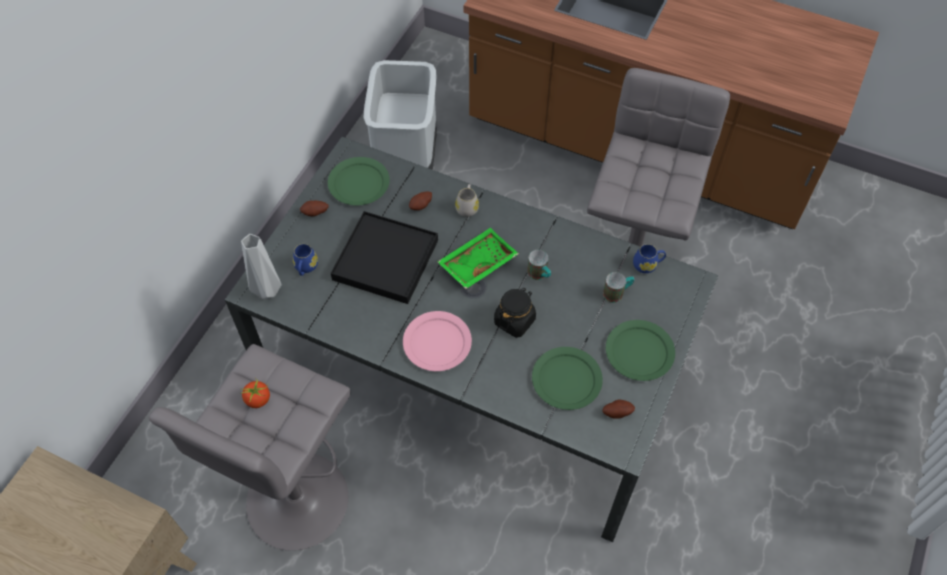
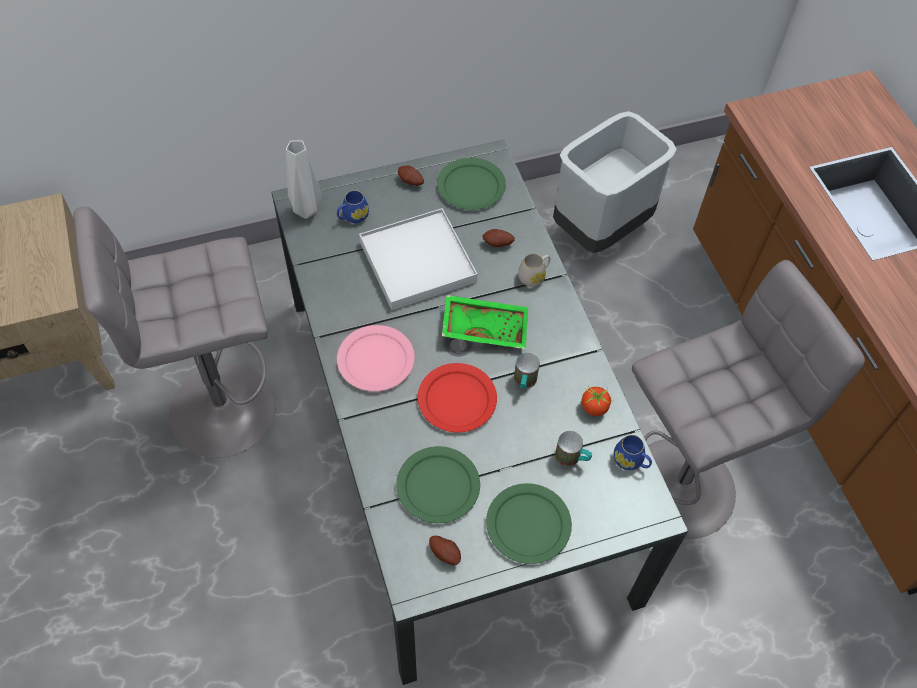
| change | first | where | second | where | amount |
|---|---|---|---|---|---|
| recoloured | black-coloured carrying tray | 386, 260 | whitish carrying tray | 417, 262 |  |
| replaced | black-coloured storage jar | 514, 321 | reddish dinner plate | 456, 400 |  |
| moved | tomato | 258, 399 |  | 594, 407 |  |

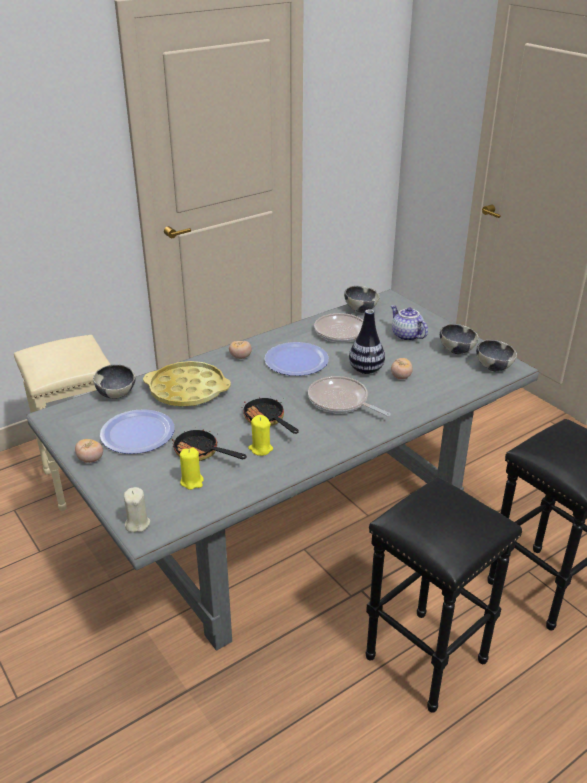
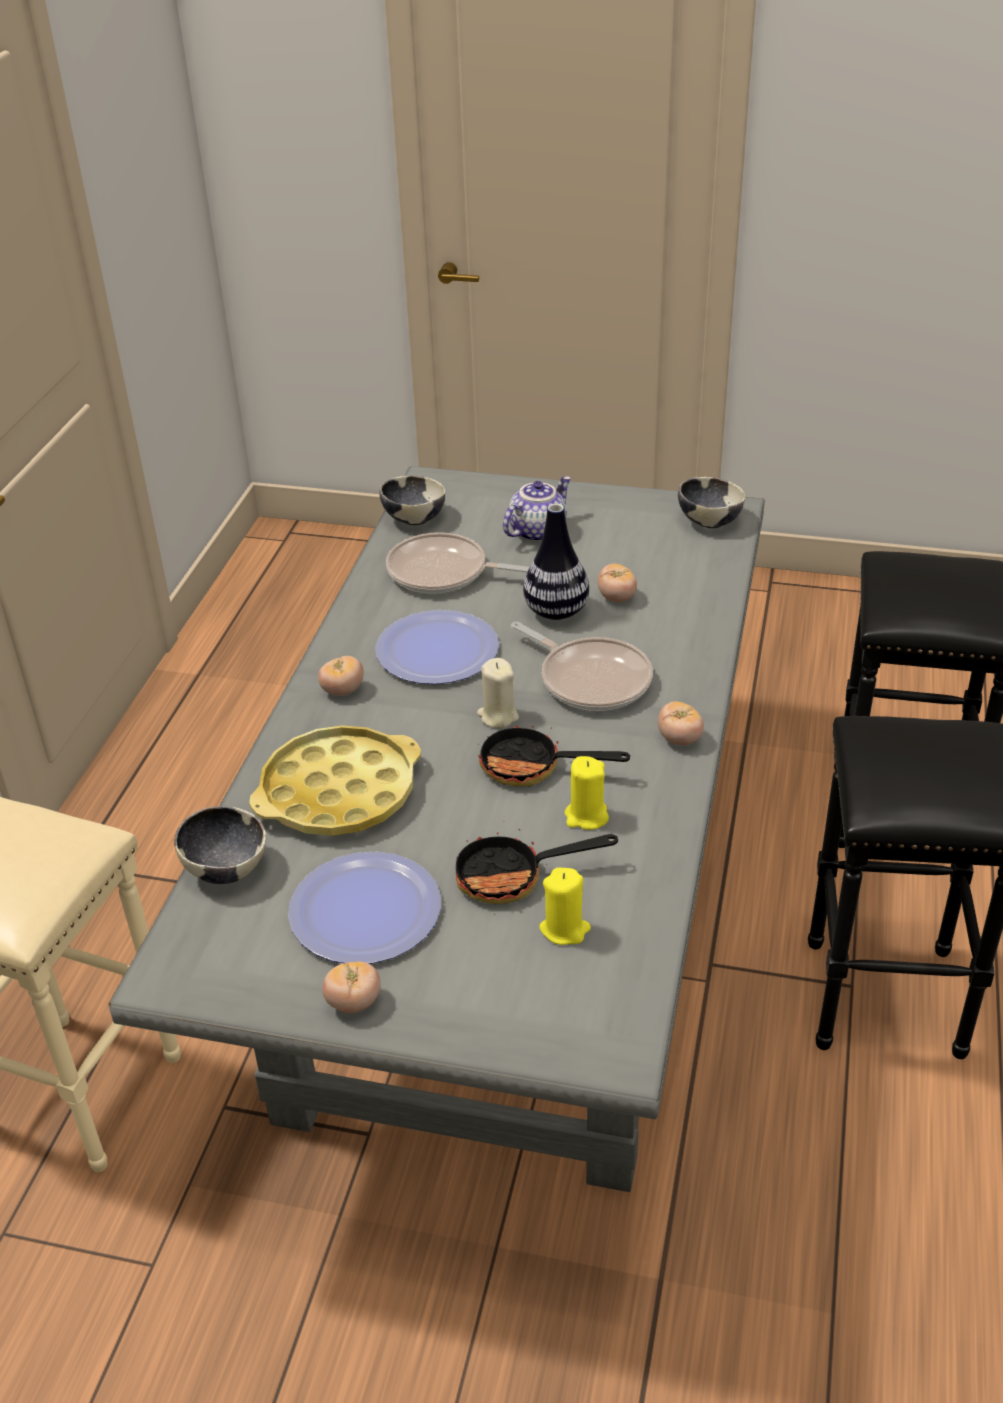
| change | first | where | second | where | amount |
|---|---|---|---|---|---|
| moved | beige candle | 137, 524 |  | 498, 716 |  |
| turned | pot for tea | 406, 336 |  | 537, 531 | 120 degrees clockwise |
| turned | skillet | 341, 401 |  | 590, 679 | 135 degrees counterclockwise |
| added |  |  | tomato | 679, 739 |  |
| removed | bowl | 456, 350 |  |  |  |

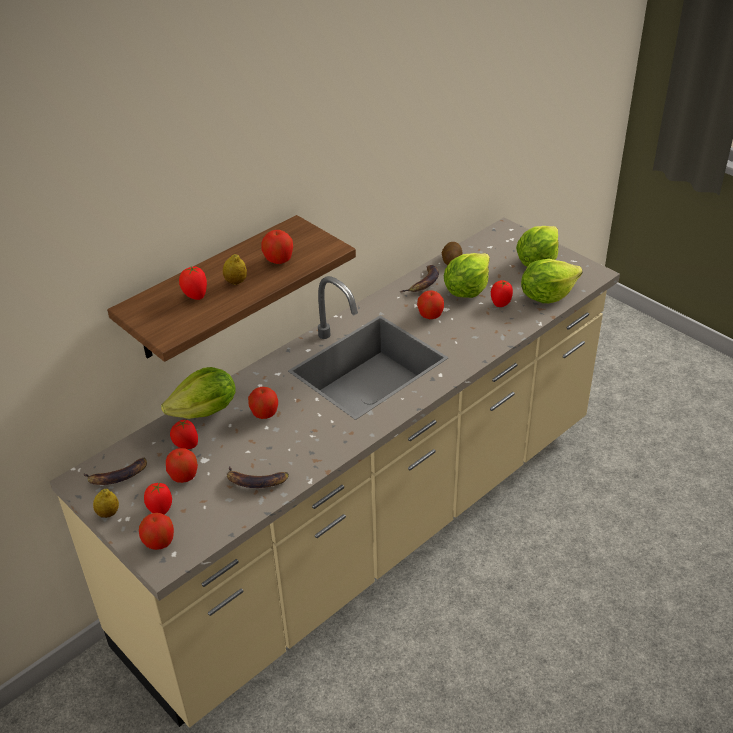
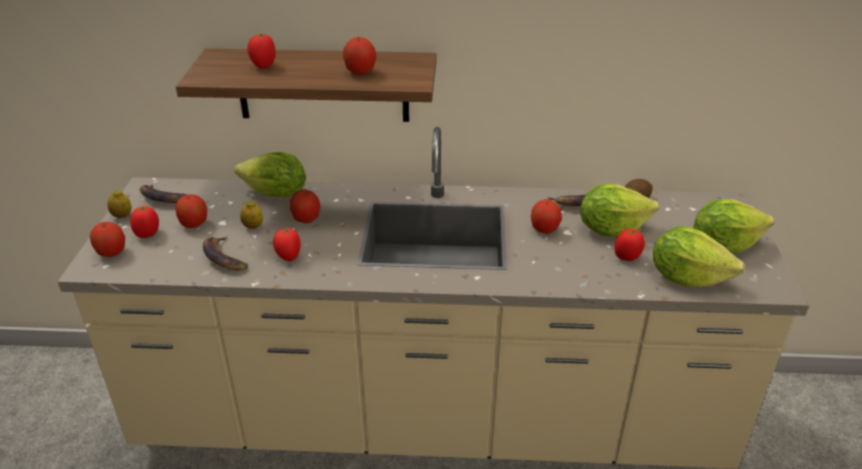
| change | first | where | second | where | amount |
|---|---|---|---|---|---|
| moved | whole lemon | 236, 282 |  | 253, 226 |  |
| moved | tomato | 186, 446 |  | 288, 257 |  |

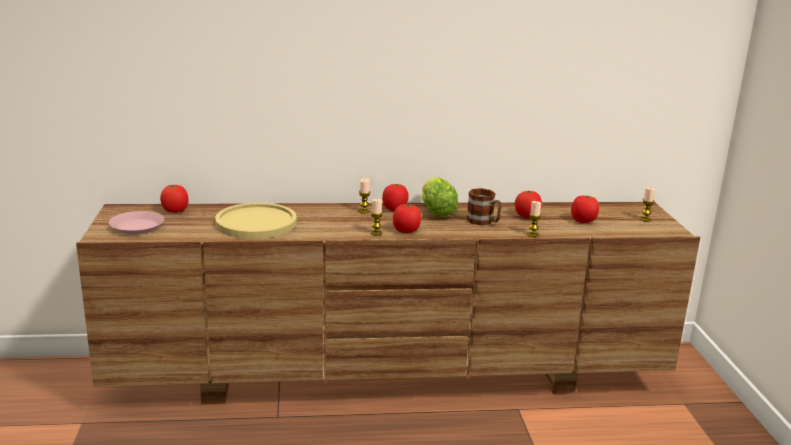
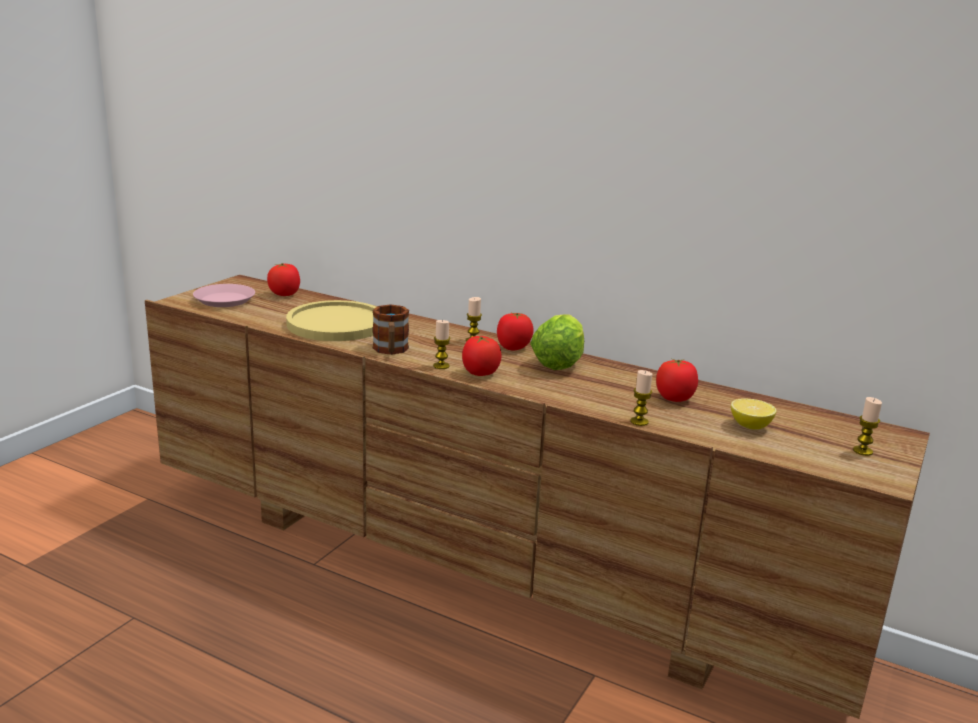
| change | first | where | second | where | amount |
|---|---|---|---|---|---|
| moved | tea mug | 484, 222 |  | 390, 351 |  |
| replaced | tomato | 583, 221 | whole lemon | 750, 426 |  |

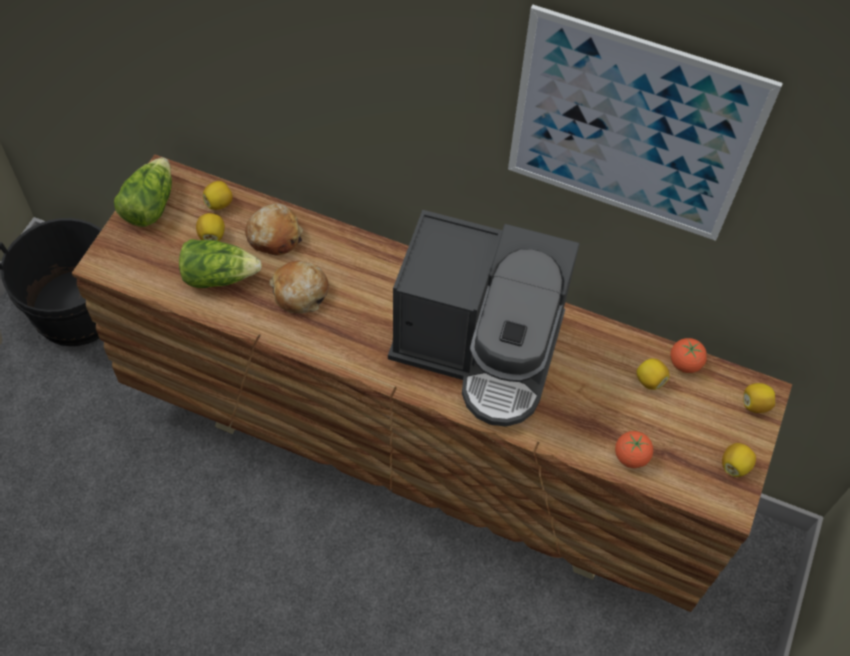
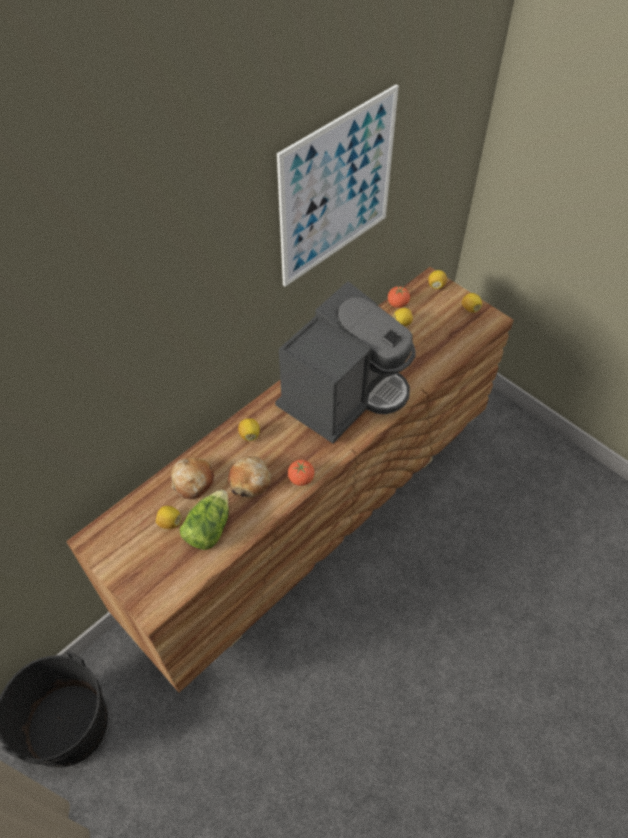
| change | first | where | second | where | amount |
|---|---|---|---|---|---|
| moved | whole lemon | 219, 203 |  | 249, 435 |  |
| moved | tomato | 631, 456 |  | 301, 479 |  |
| removed | head of lettuce | 149, 204 |  |  |  |

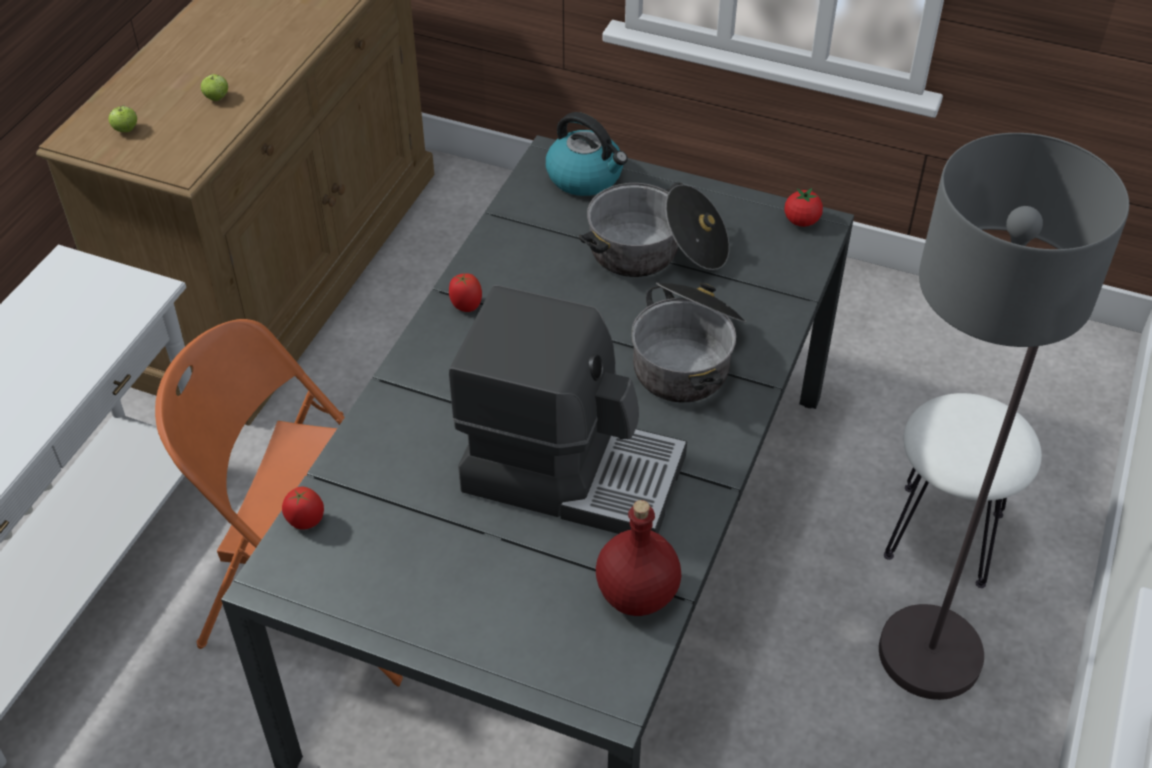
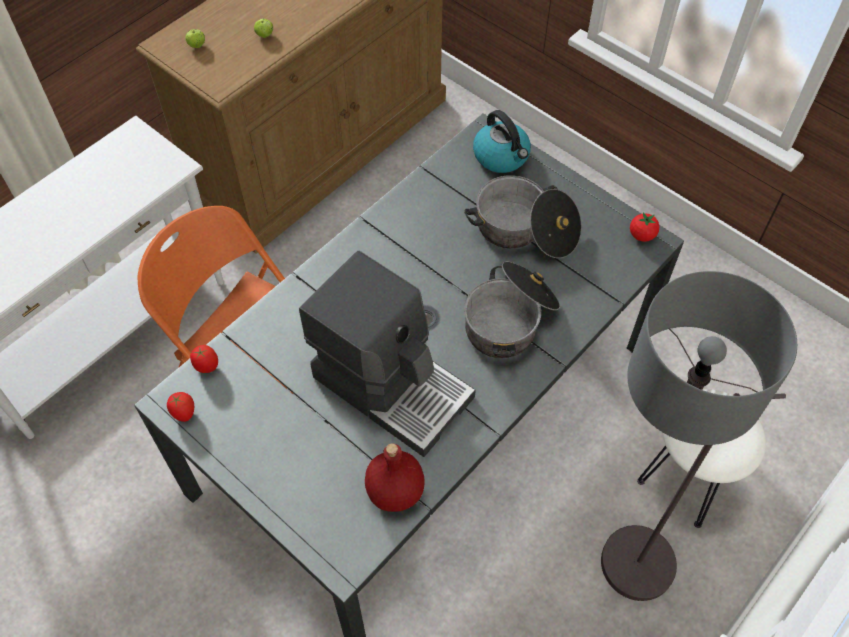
| change | first | where | second | where | amount |
|---|---|---|---|---|---|
| moved | tomato | 466, 306 |  | 184, 413 |  |

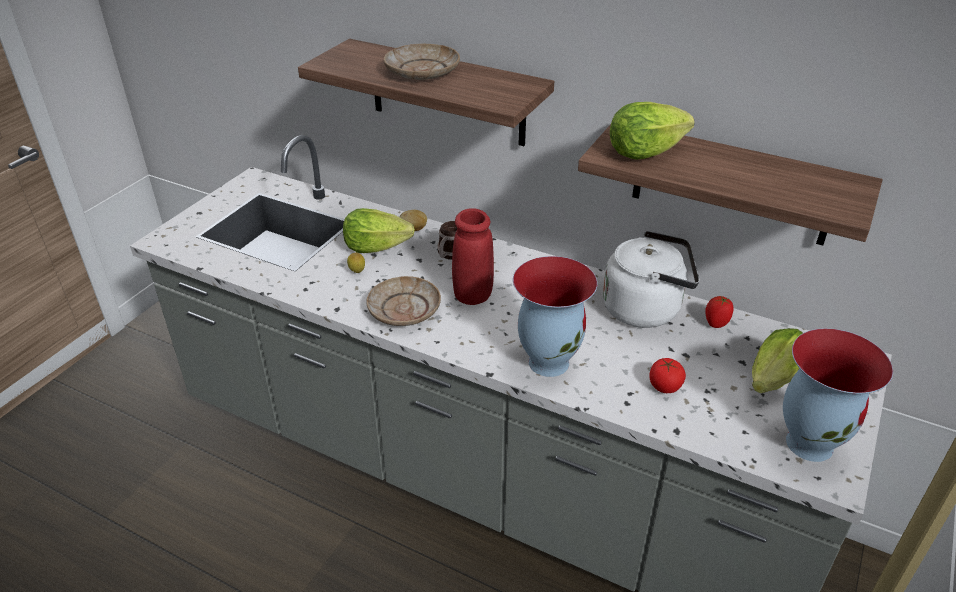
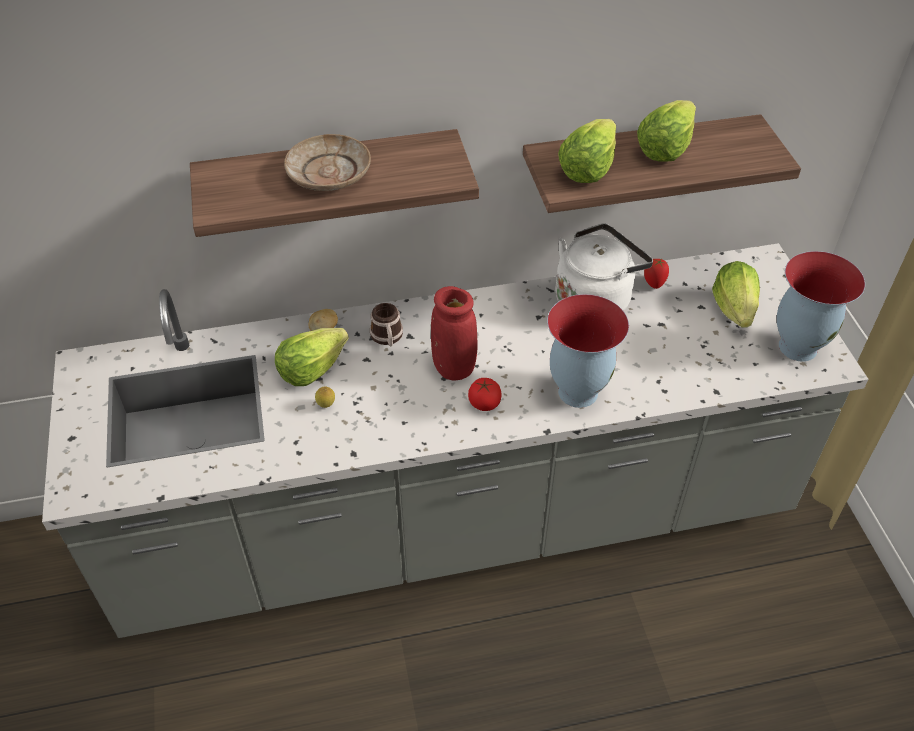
| change | first | where | second | where | amount |
|---|---|---|---|---|---|
| moved | tomato | 664, 386 |  | 484, 403 |  |
| added |  |  | head of lettuce | 664, 149 |  |
| removed | beige dinner plate | 404, 310 |  |  |  |

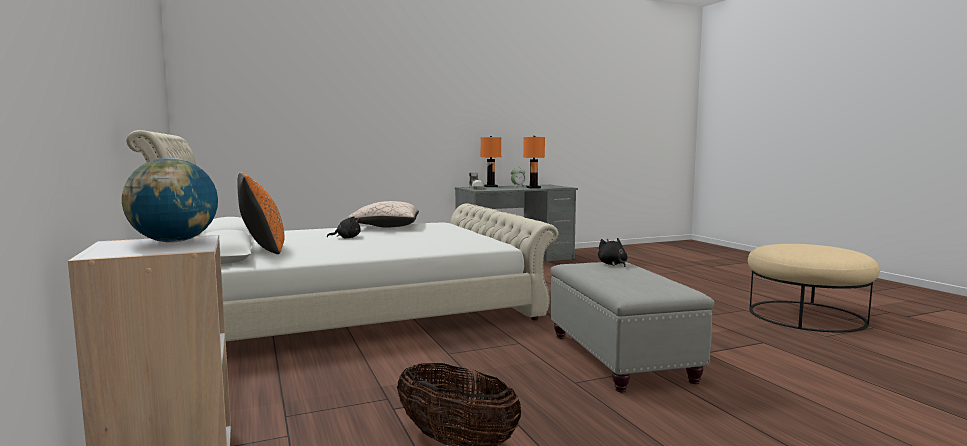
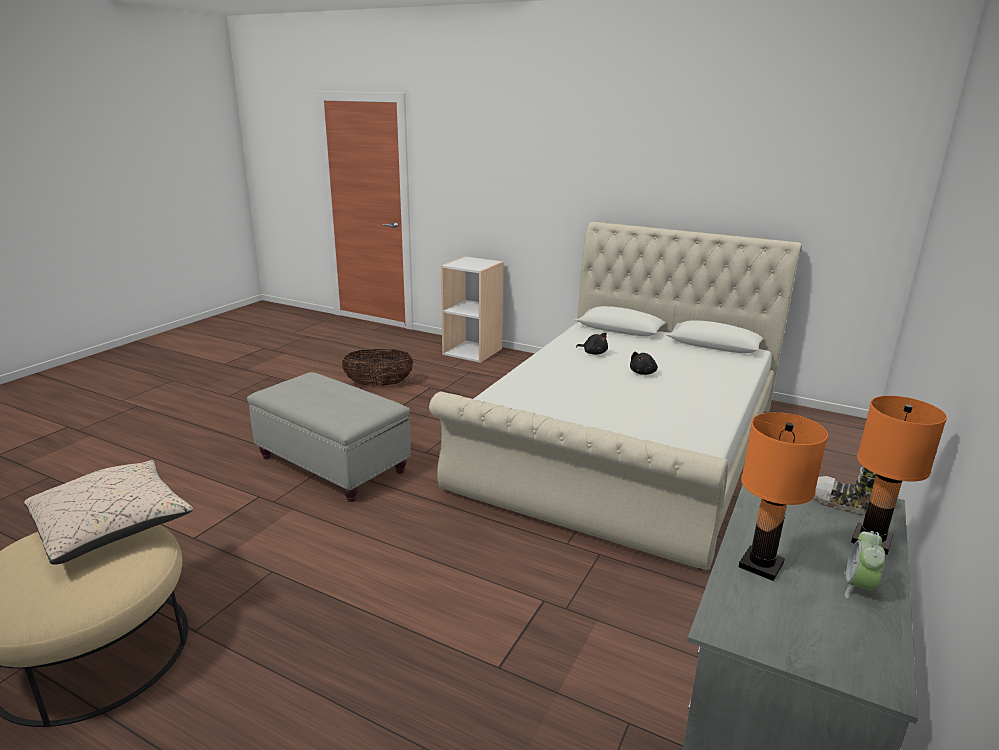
| change | first | where | second | where | amount |
|---|---|---|---|---|---|
| moved | beige pillow | 385, 227 |  | 113, 527 |  |
| moved | black-coloured cuddly toy | 612, 264 |  | 593, 353 |  |
| removed | globe | 174, 241 |  |  |  |
| removed | orangey pillow | 263, 249 |  |  |  |

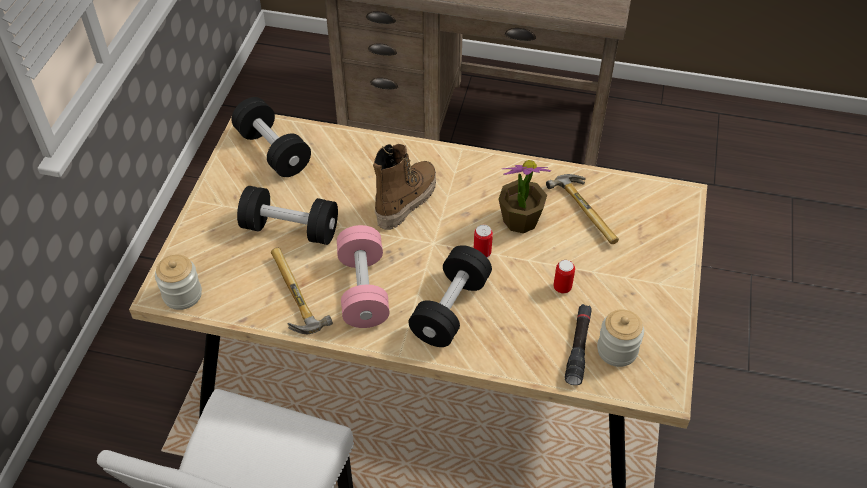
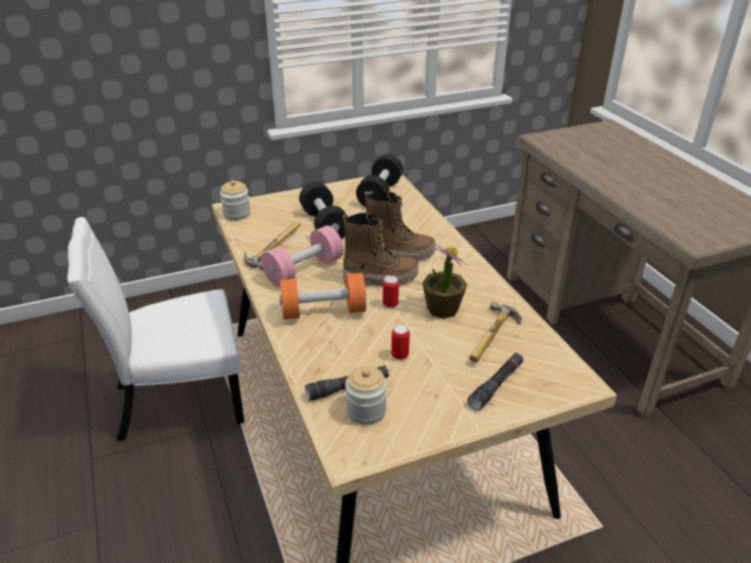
| change | first | where | second | where | amount |
|---|---|---|---|---|---|
| recoloured | black-coloured hand weight | 450, 309 | orangey hand weight | 323, 311 |  |
| added |  |  | tall boot | 380, 278 |  |
| added |  |  | black-coloured flashlight | 496, 385 |  |

